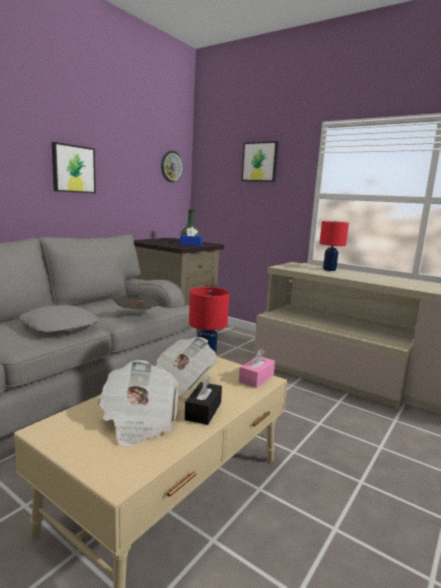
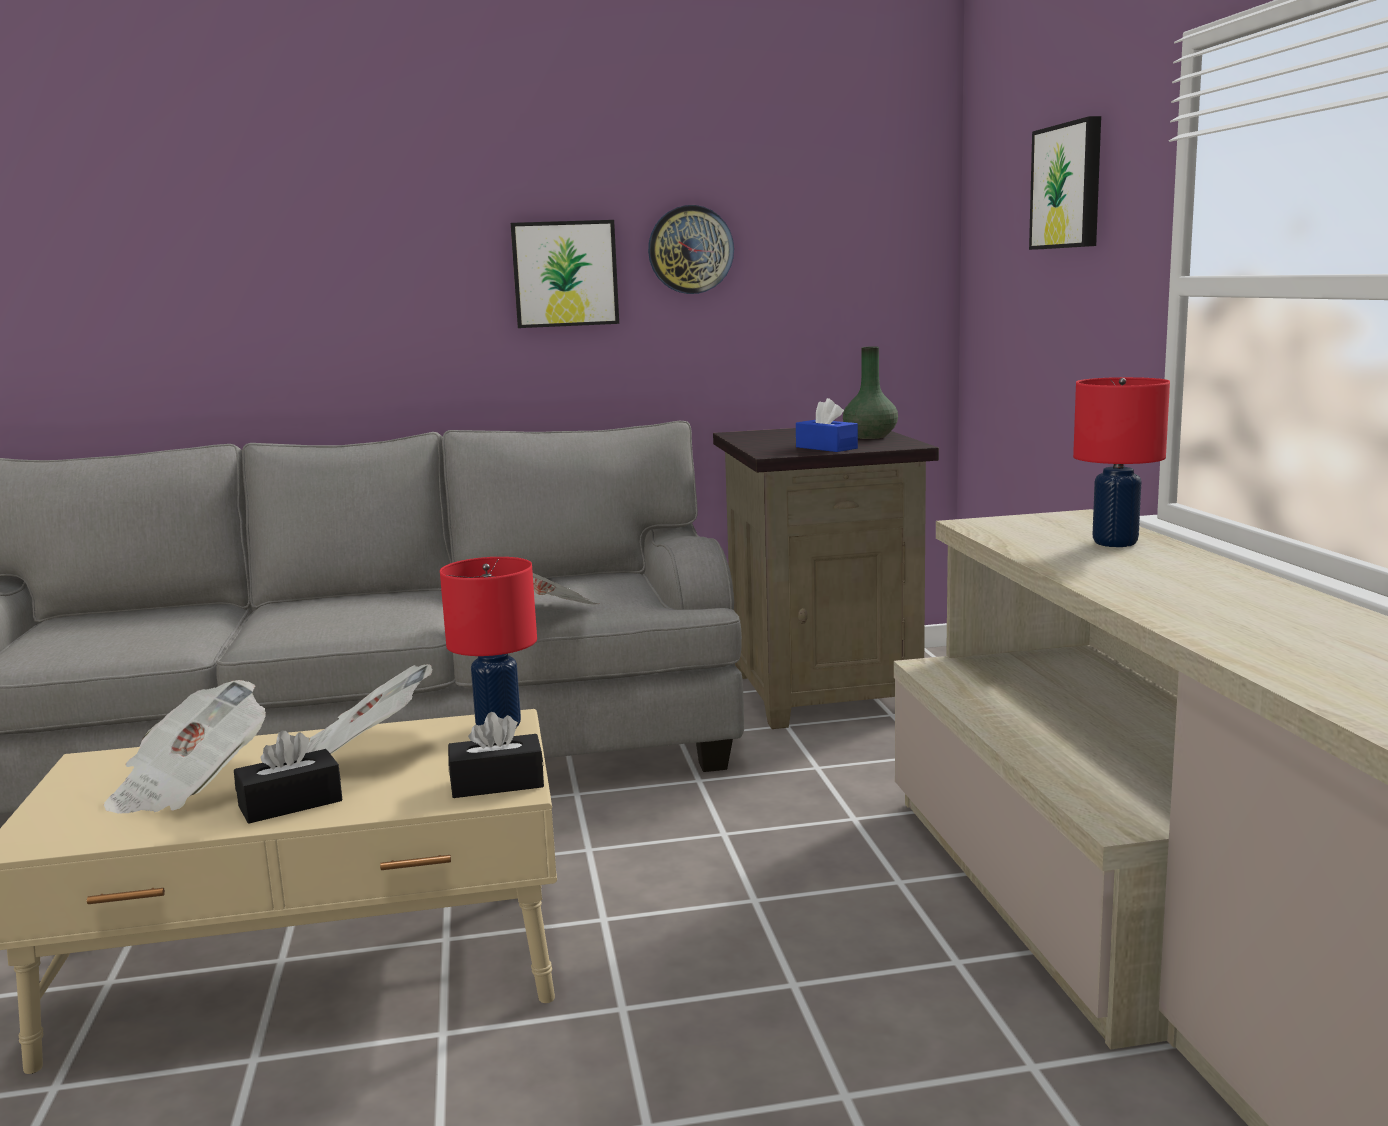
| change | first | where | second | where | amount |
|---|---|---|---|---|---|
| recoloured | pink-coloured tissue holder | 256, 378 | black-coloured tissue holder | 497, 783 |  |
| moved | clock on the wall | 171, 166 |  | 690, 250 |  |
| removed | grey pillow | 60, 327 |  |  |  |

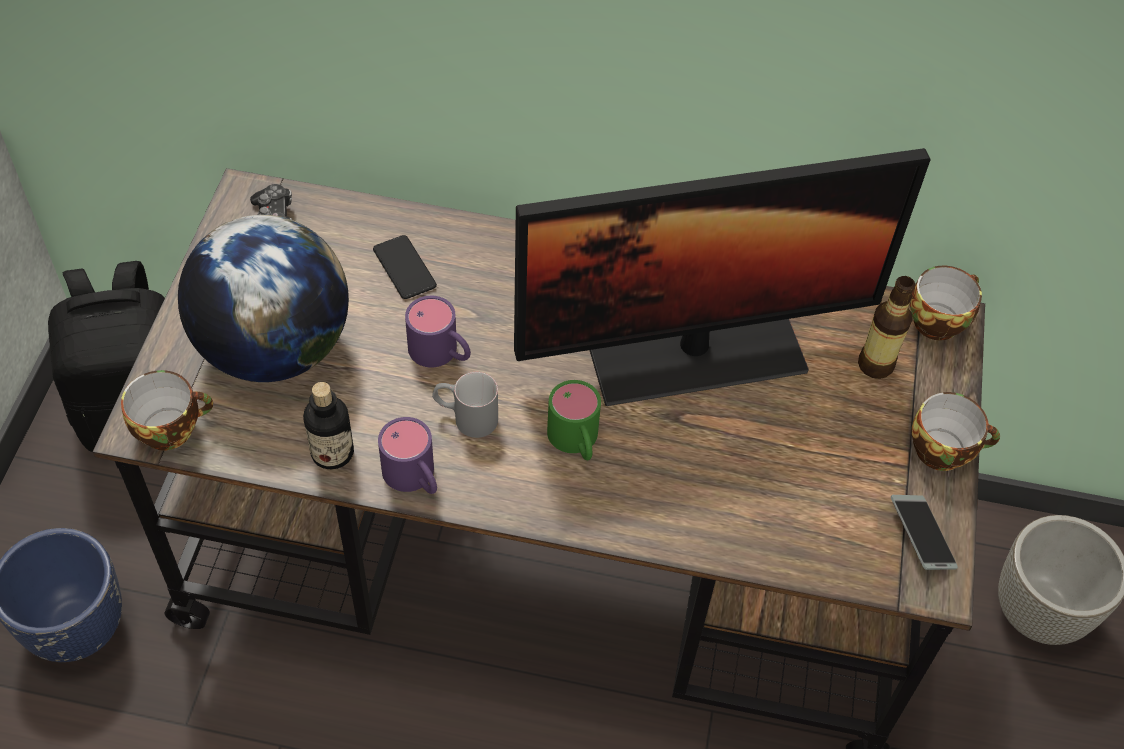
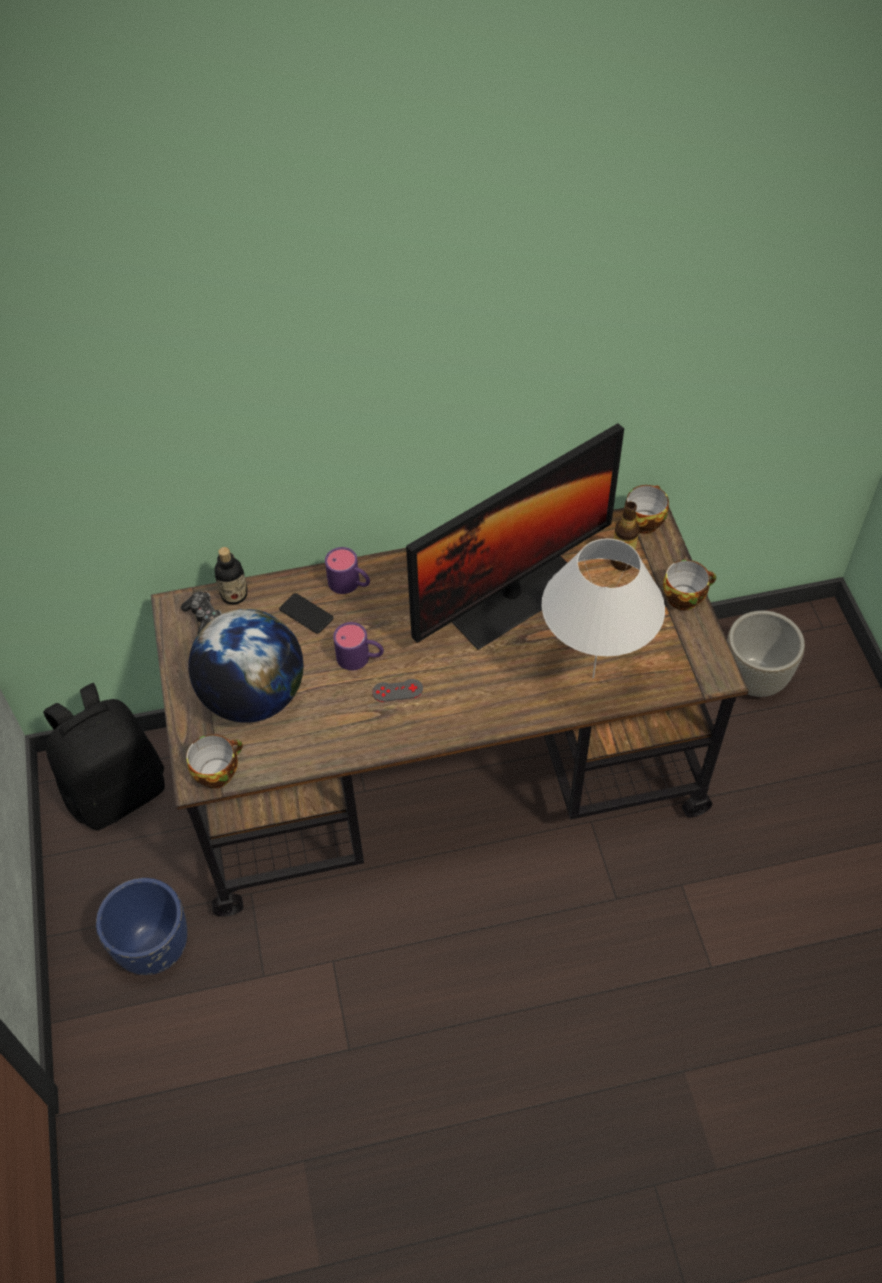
| change | first | where | second | where | amount |
|---|---|---|---|---|---|
| moved | drink bottle | 332, 453 |  | 234, 595 |  |
| moved | purple tea mug | 414, 478 |  | 350, 584 |  |
| replaced | grey tea mug | 465, 417 | grey joypad | 397, 690 |  |
| added |  |  | whitish table lamp | 593, 678 |  |
| removed | green tea mug | 576, 442 |  |  |  |
| removed | handset | 921, 536 |  |  |  |

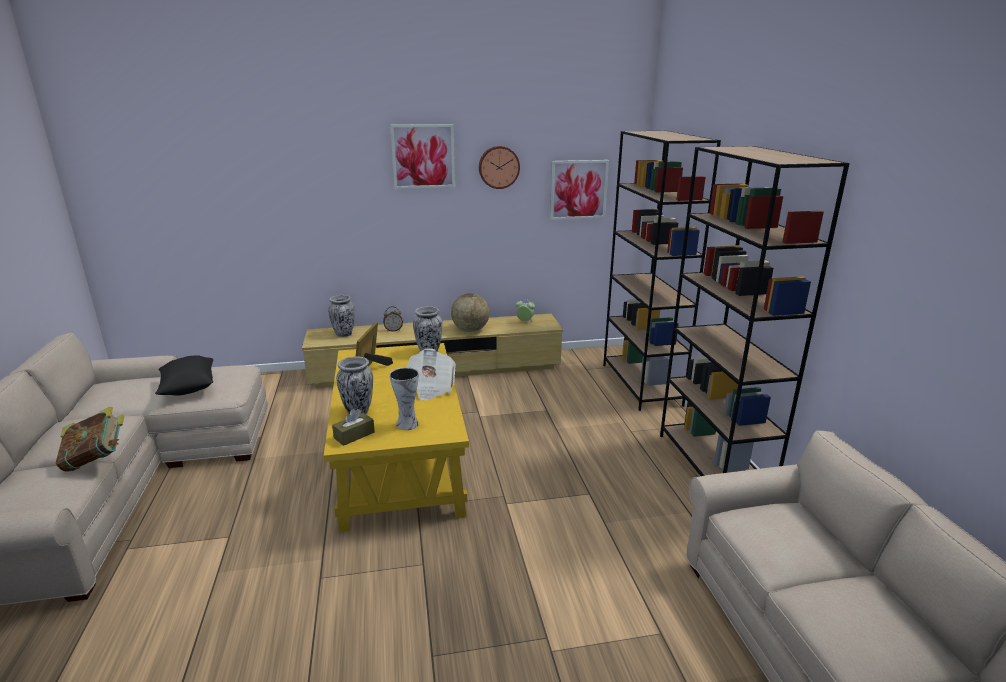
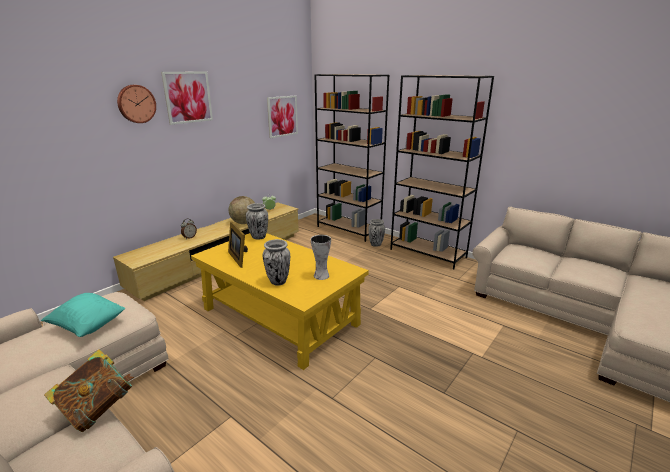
| change | first | where | second | where | amount |
|---|---|---|---|---|---|
| recoloured | black-coloured pillow | 188, 388 | blue-green pillow | 88, 326 |  |
| moved | clock on the wall | 498, 167 |  | 136, 104 |  |
| moved | flower vase | 344, 334 |  | 376, 244 |  |
| removed | brown tissue holder | 354, 435 |  |  |  |
| removed | newspaper | 430, 387 |  |  |  |

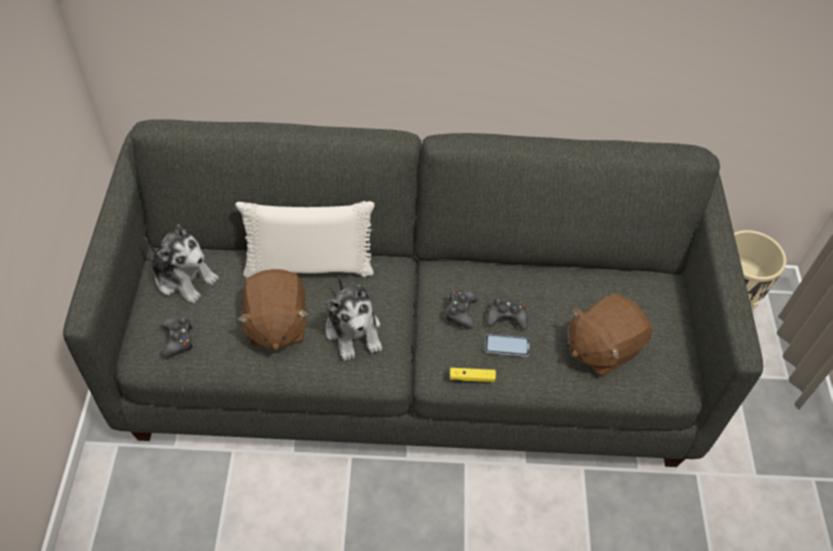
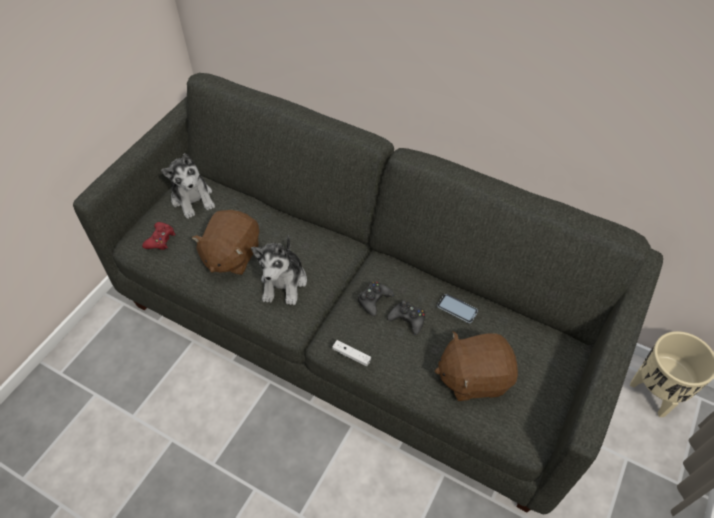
| change | first | where | second | where | amount |
|---|---|---|---|---|---|
| recoloured | black-coloured joypad | 178, 339 | reddish joypad | 160, 239 |  |
| recoloured | yellow joypad | 472, 377 | whitish joypad | 351, 355 |  |
| moved | handset | 507, 346 |  | 457, 309 |  |
| removed | whitish pillow | 309, 265 |  |  |  |

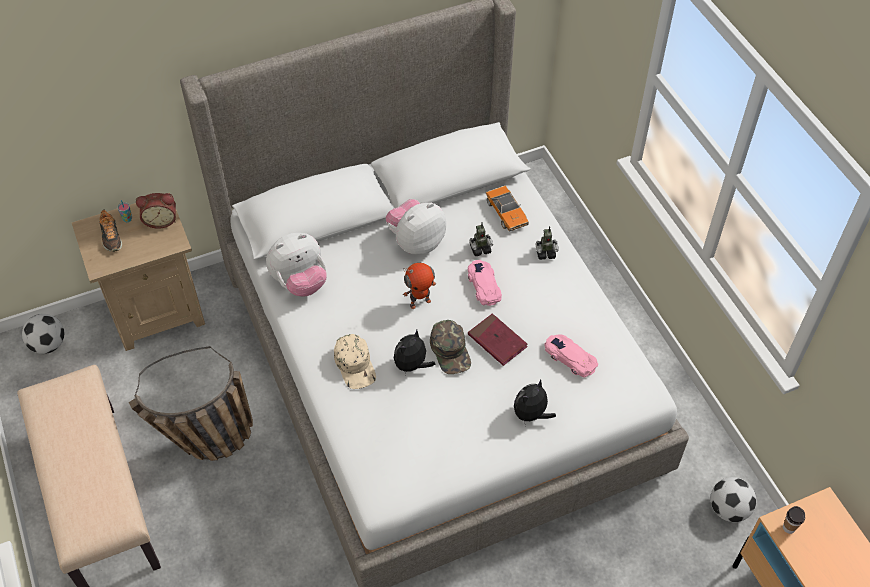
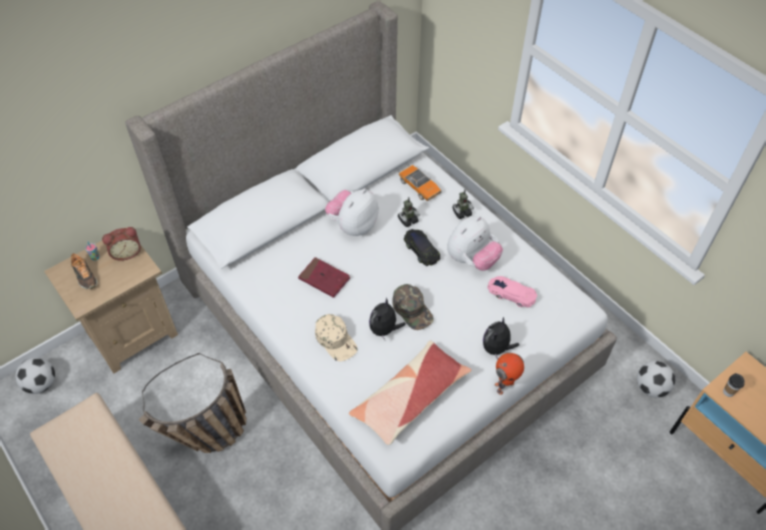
| change | first | where | second | where | amount |
|---|---|---|---|---|---|
| moved | reddish bound book | 497, 341 |  | 324, 279 |  |
| added |  |  | pillow | 410, 398 |  |
| recoloured | pink-coloured miniature car | 483, 285 | black-coloured miniature car | 421, 249 |  |
| moved | cuddly toy | 300, 282 |  | 472, 259 |  |
| moved | model robot | 419, 302 |  | 504, 386 |  |

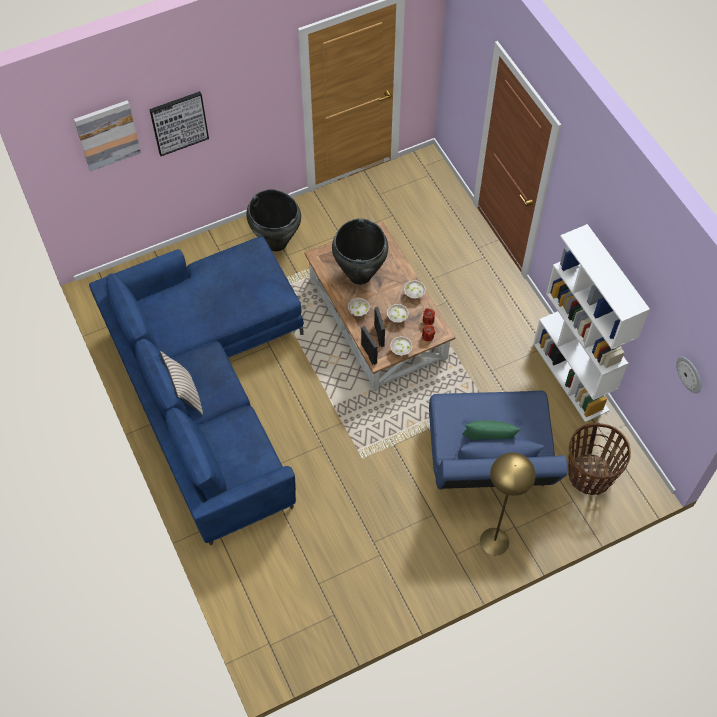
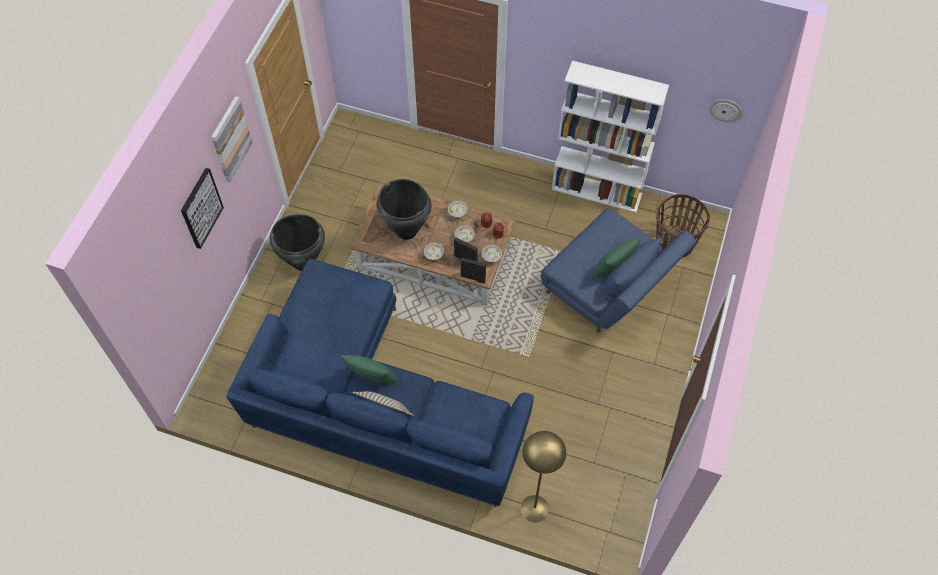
| change | first | where | second | where | amount |
|---|---|---|---|---|---|
| moved | wall art | 107, 134 |  | 230, 139 |  |
| added |  |  | green pillow | 371, 379 |  |
| moved | yellow standard lamp | 494, 541 |  | 534, 508 |  |

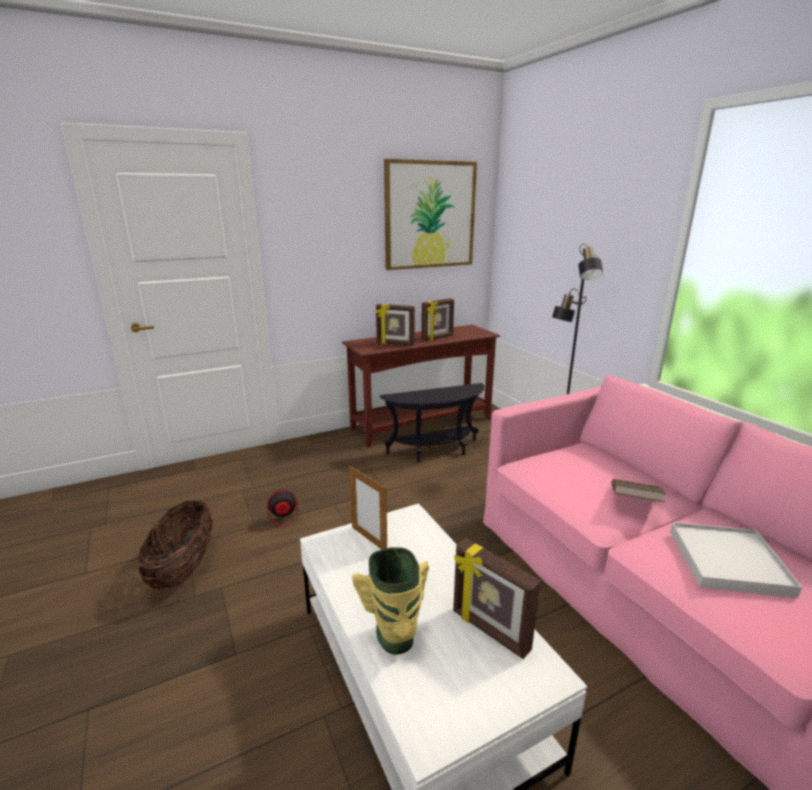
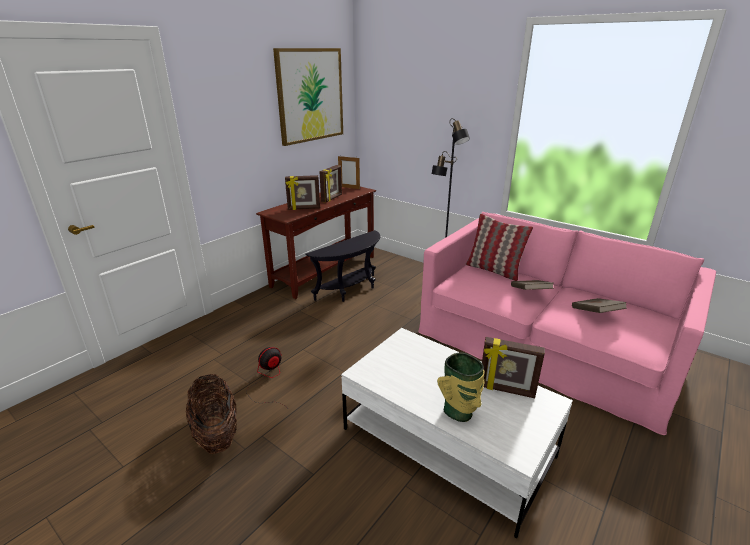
| change | first | where | second | where | amount |
|---|---|---|---|---|---|
| moved | picture frame | 369, 539 |  | 349, 187 |  |
| added |  |  | pillow | 493, 270 |  |
| replaced | whitish carrying tray | 728, 562 | brown bound book | 595, 314 |  |

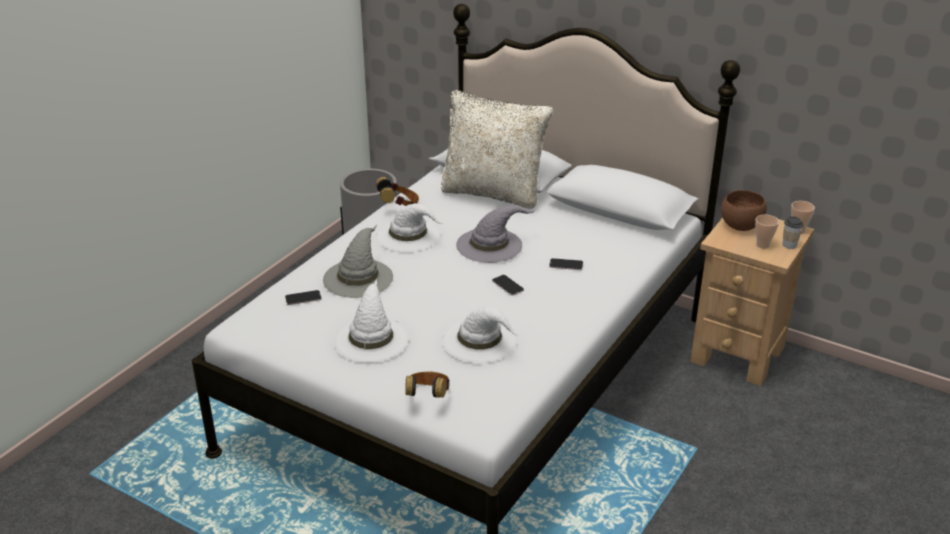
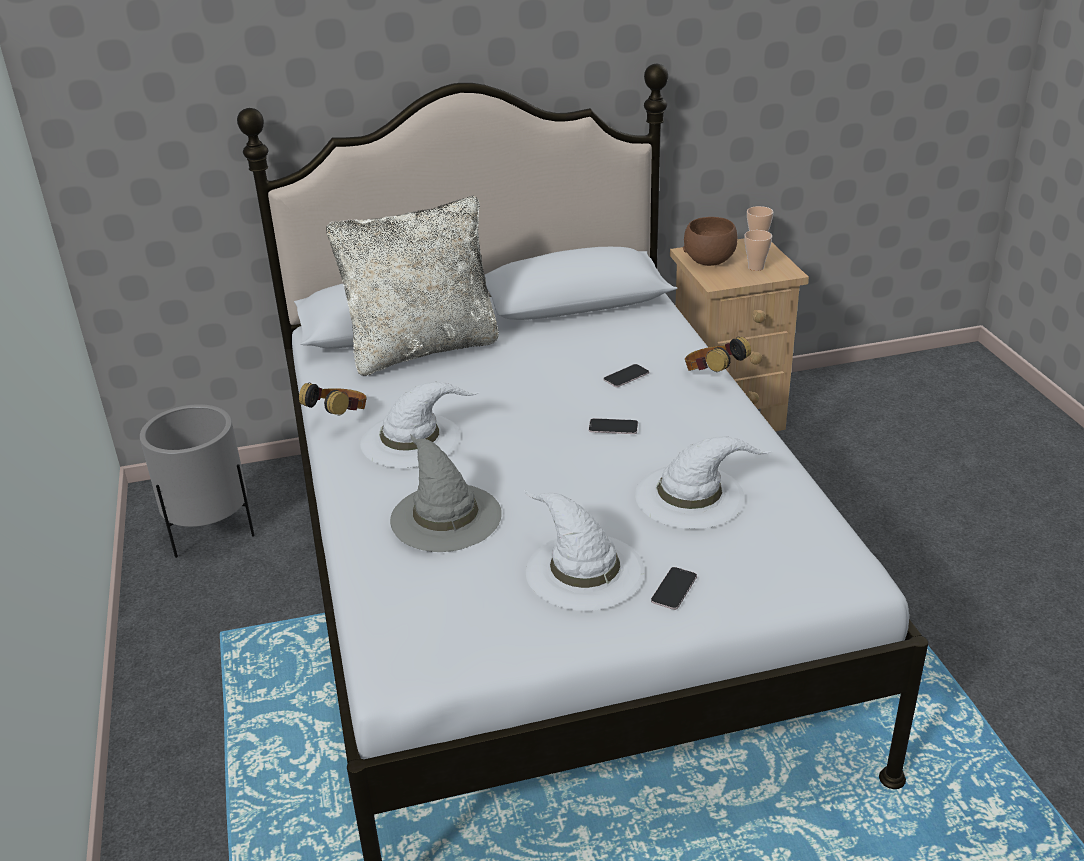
| change | first | where | second | where | amount |
|---|---|---|---|---|---|
| moved | handset | 303, 298 |  | 674, 589 |  |
| moved | headphones | 428, 397 |  | 713, 375 |  |
| removed | grey hat | 490, 244 |  |  |  |
| removed | cup | 789, 245 |  |  |  |

